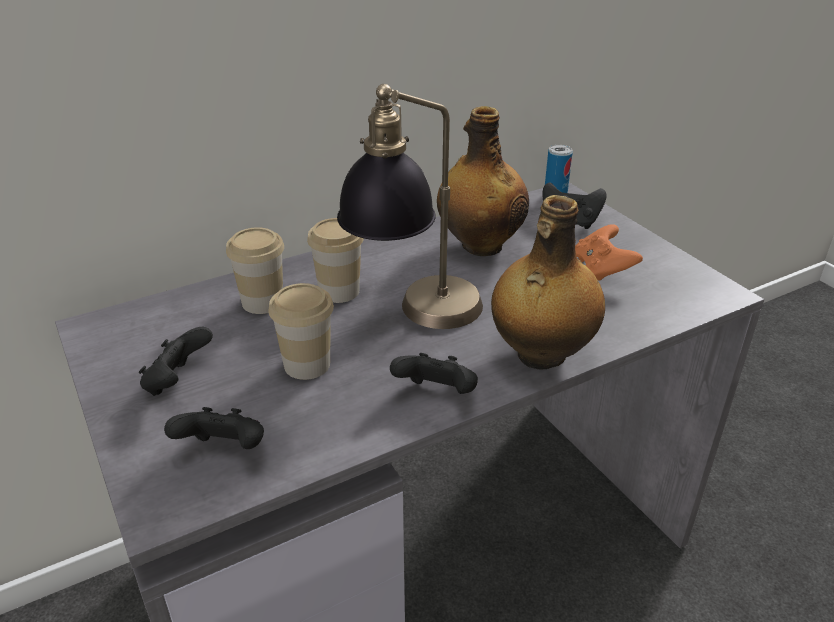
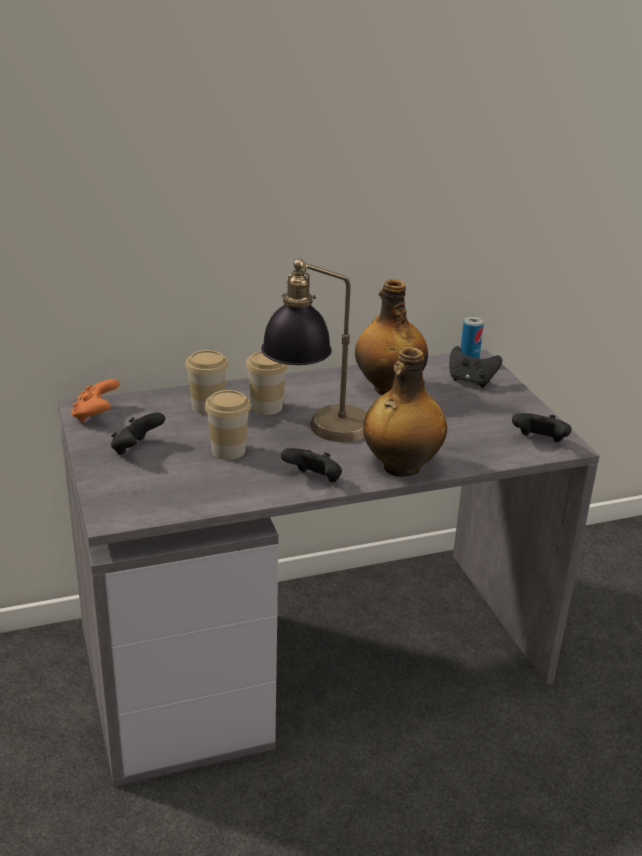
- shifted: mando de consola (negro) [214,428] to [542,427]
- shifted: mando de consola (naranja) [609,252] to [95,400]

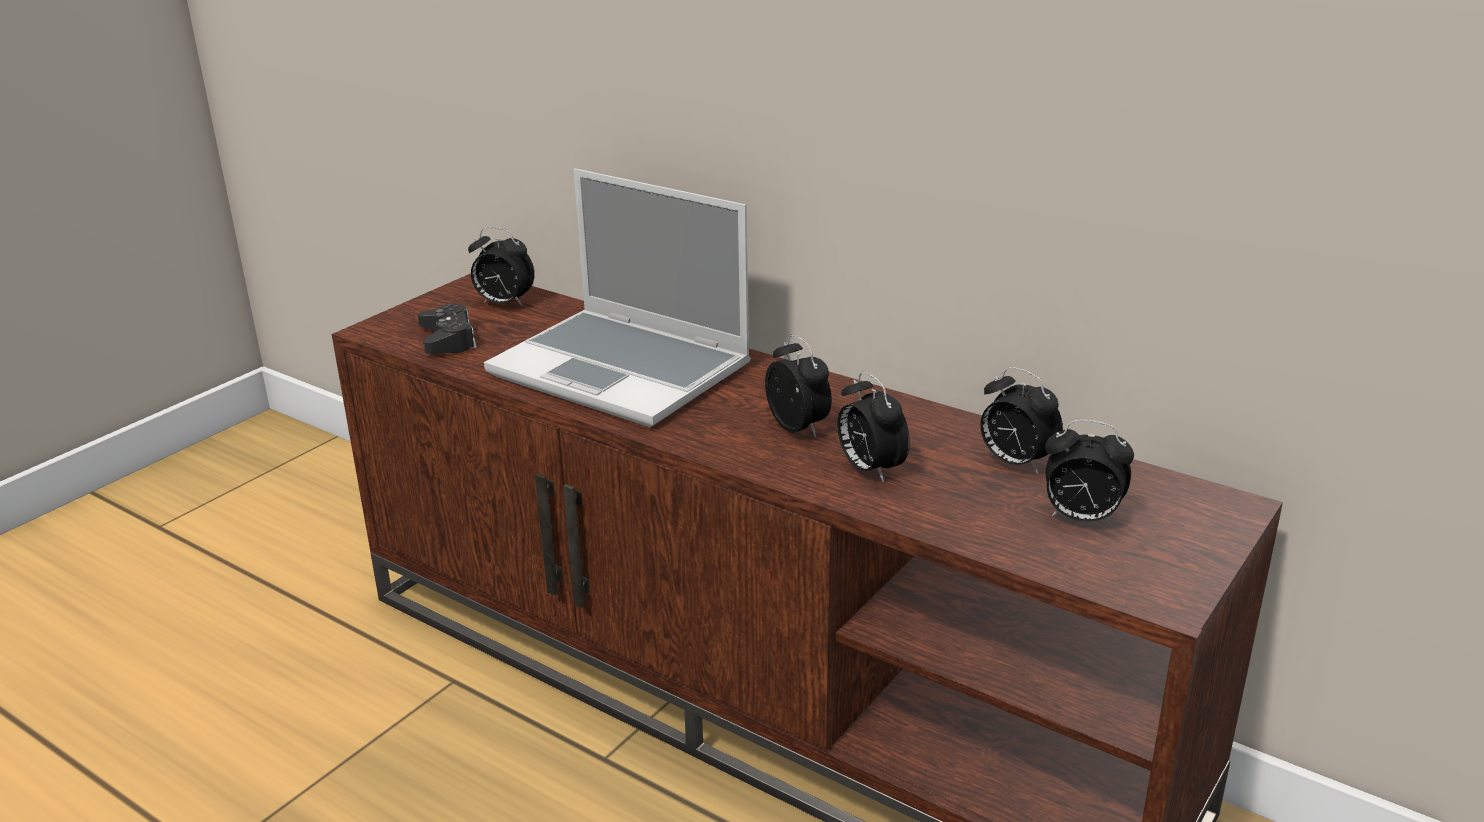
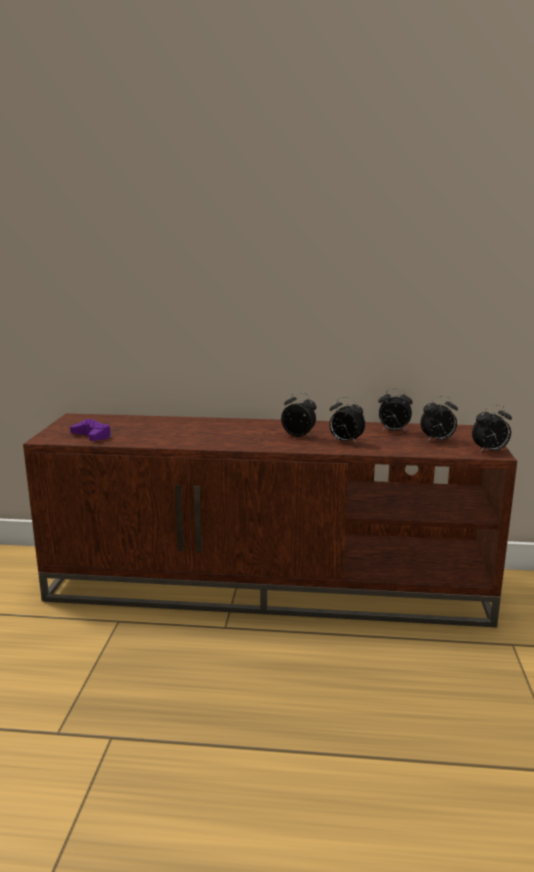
- repainted: mando de consola (negro) [447,329] to mando de consola (morado) [91,430]
- shifted: despertador [501,267] to [492,428]
- gone: portátil [617,298]

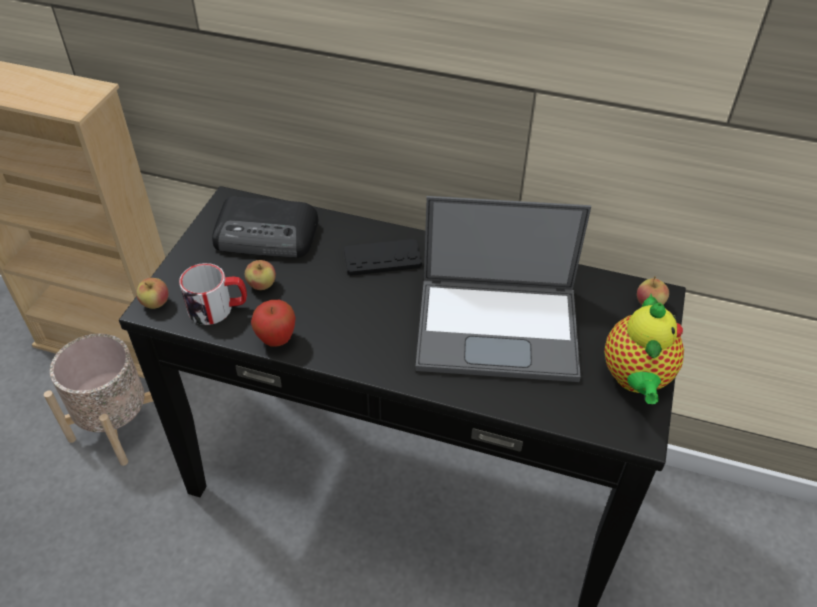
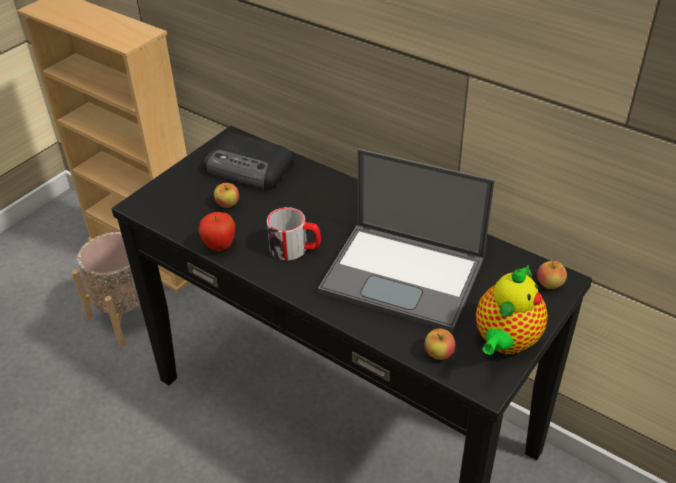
- shifted: manzana [152,293] to [440,344]
- shifted: taza grande [213,294] to [294,233]
- gone: mando de consola (negro) [383,257]

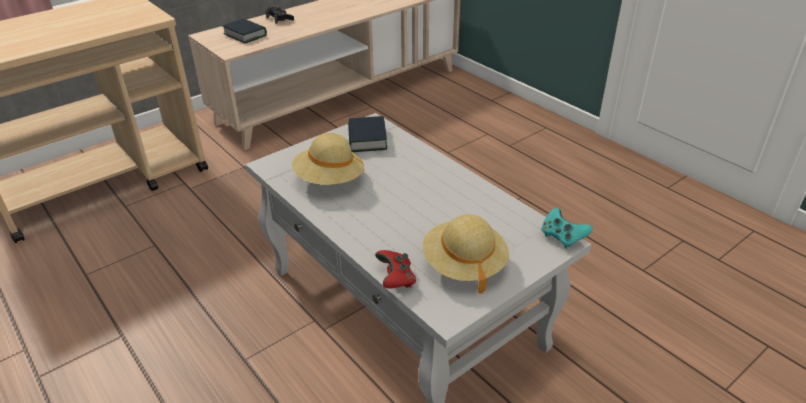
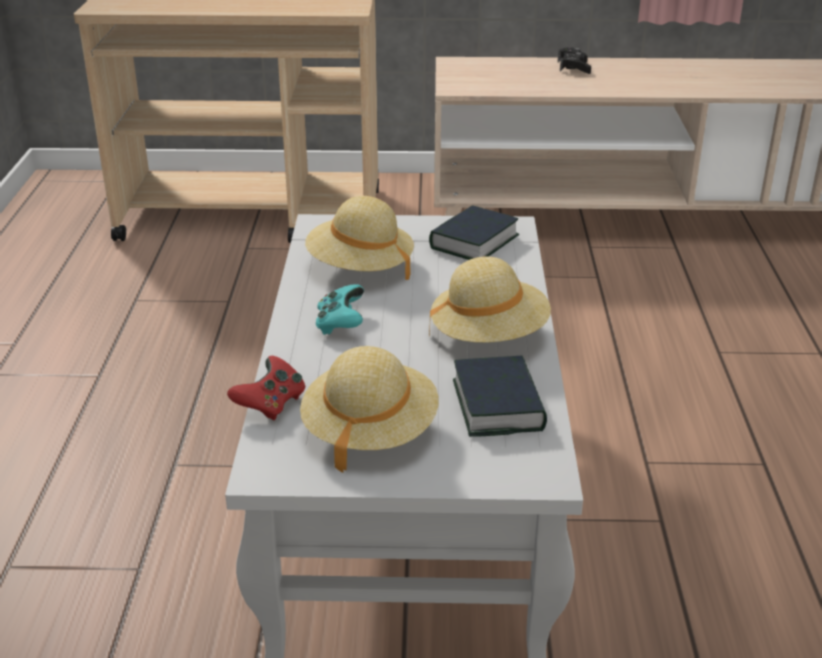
- shifted: libro [244,31] to [500,396]
- shifted: mando de consola (turquesa) [566,228] to [340,309]
- new: sombrero (beis) [490,300]

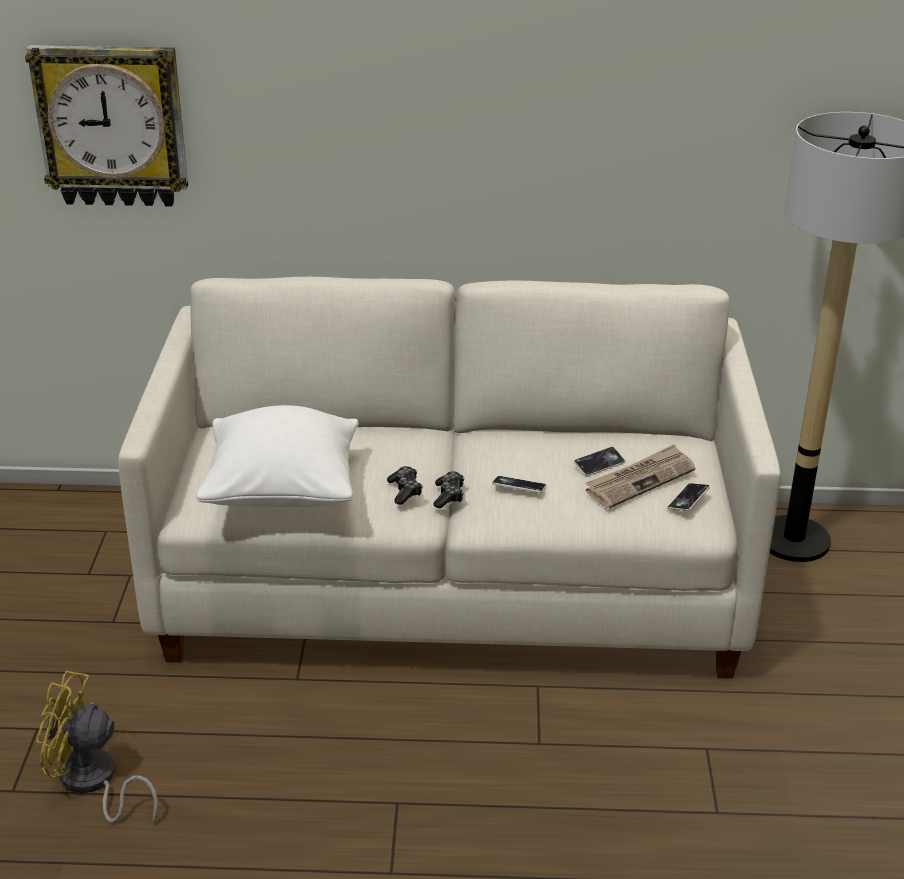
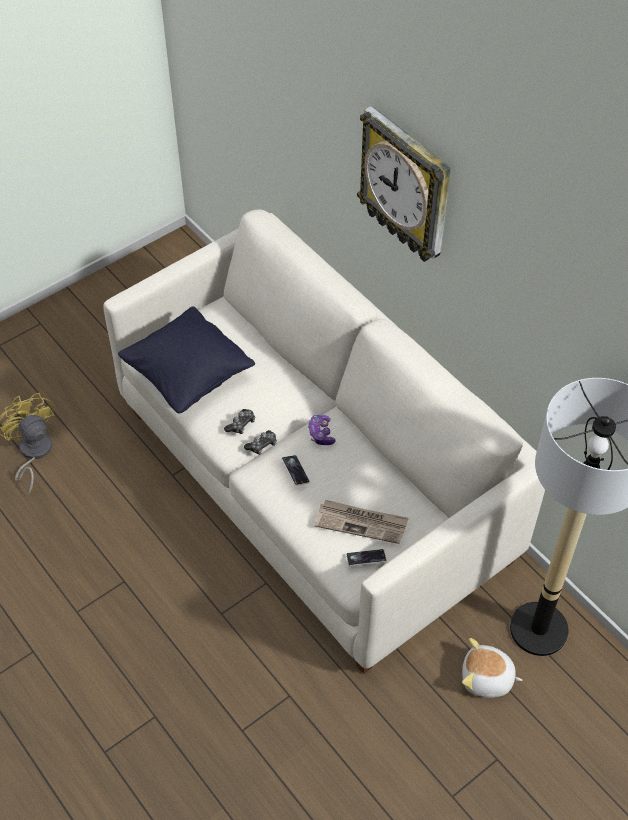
- shifted: reloj de pared [106,126] to [404,184]
- repainted: cojín (blanco) [277,456] to cojín (negro) [186,359]
- gone: móvil [599,461]
- new: mando de consola [322,430]
- new: peluche [492,668]

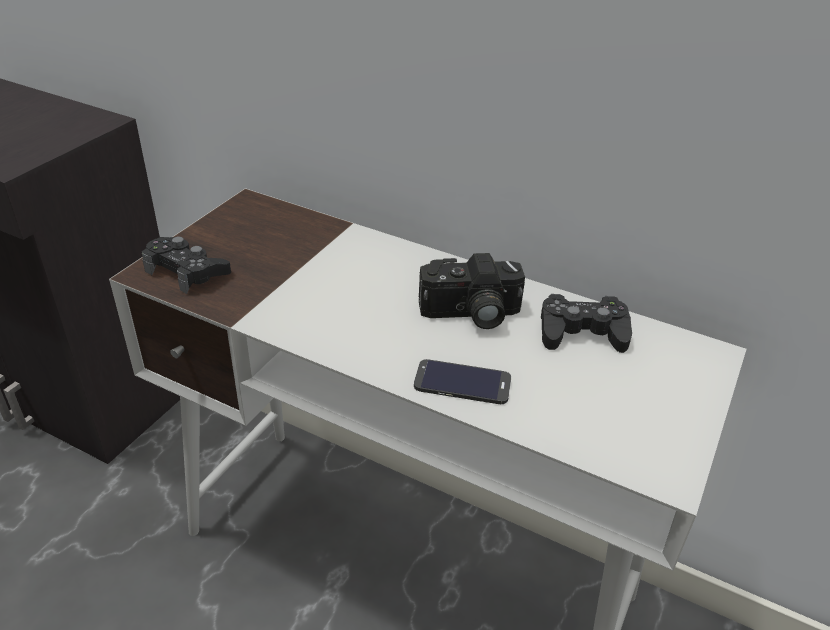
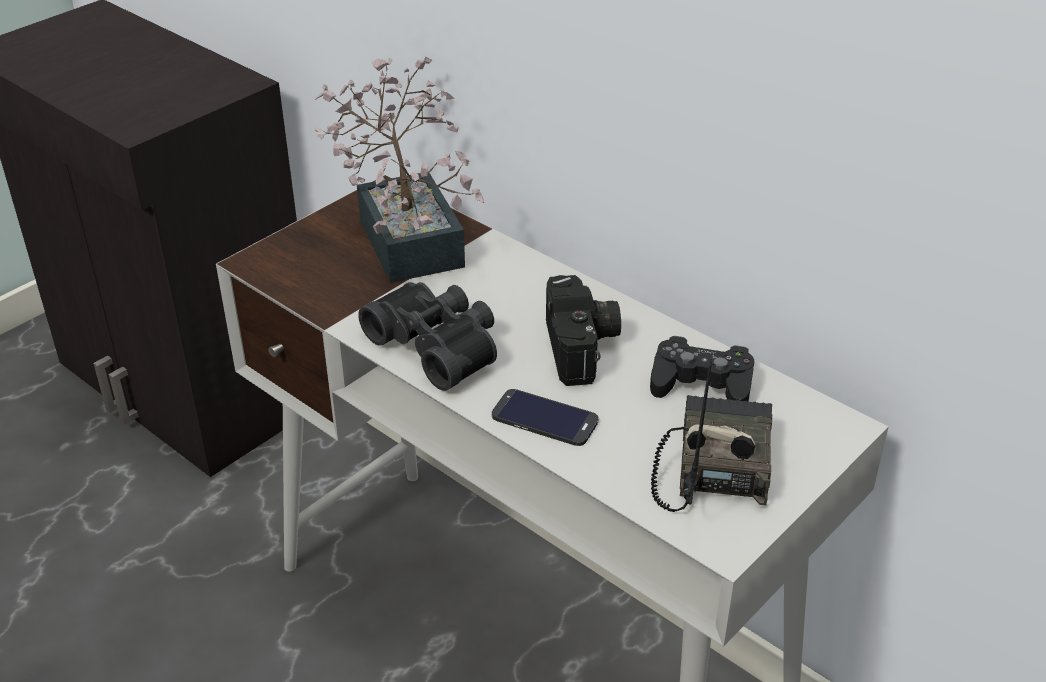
- gone: mando de consola (negro) [186,265]
- rotated: cámara [472,291] = [583,330] 105 degrees counterclockwise
- new: planta en maceta [399,170]
- new: prismáticos (negro) [427,336]
- new: radio [711,435]

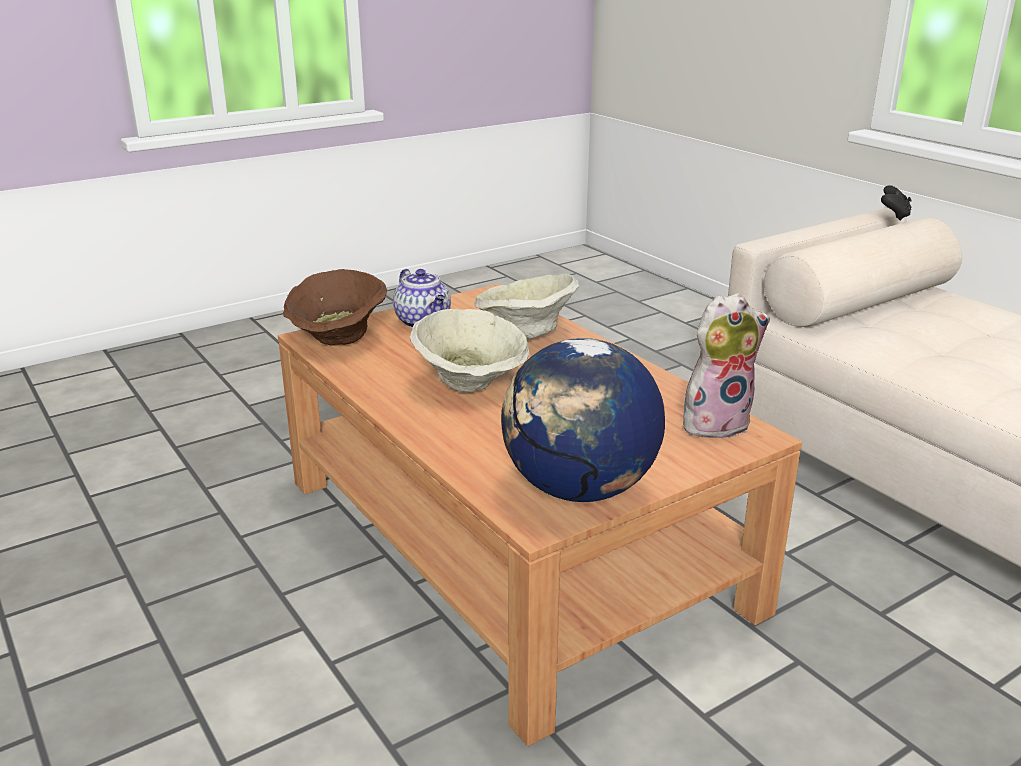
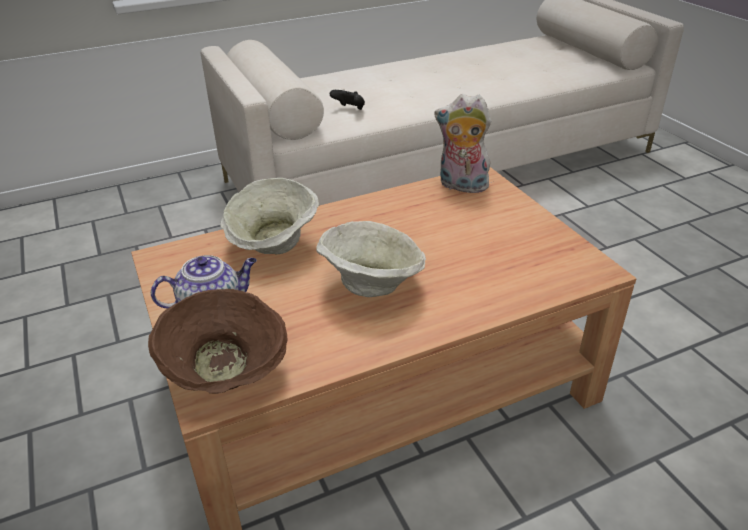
- gone: globo terráqueo [583,420]
- rotated: peluche [726,366] = [464,143] 60 degrees counterclockwise
- shifted: mando de consola (negro) [896,203] to [347,100]

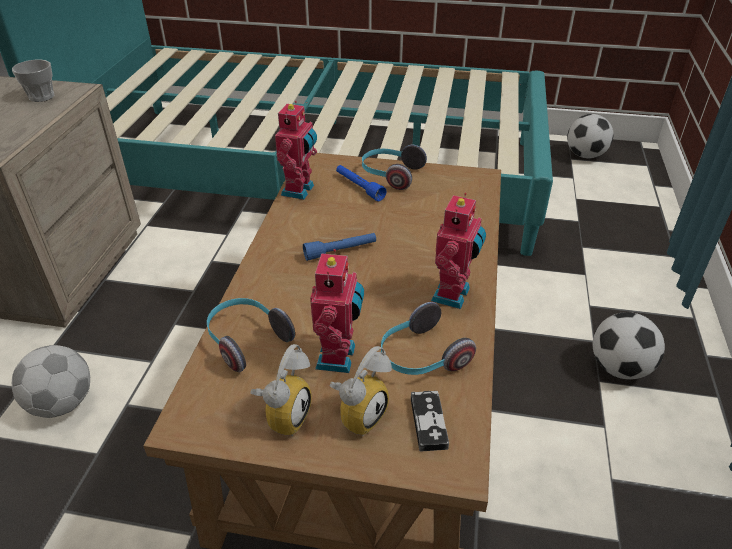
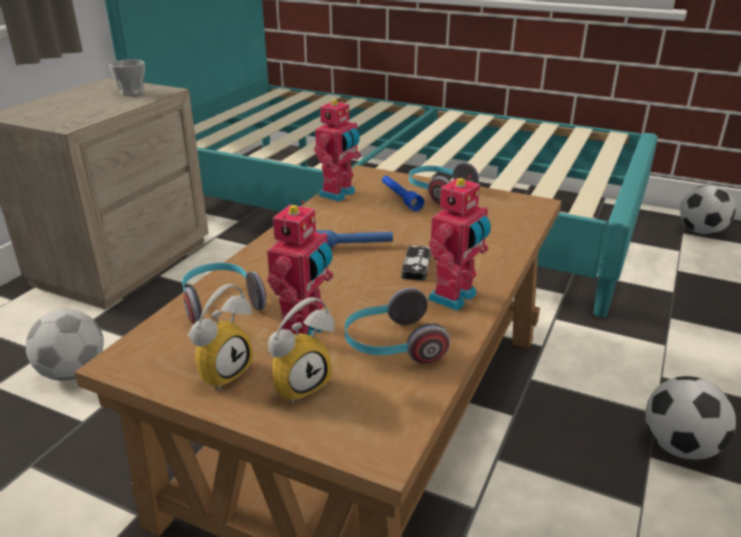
- shifted: mando de consola [430,421] to [416,263]

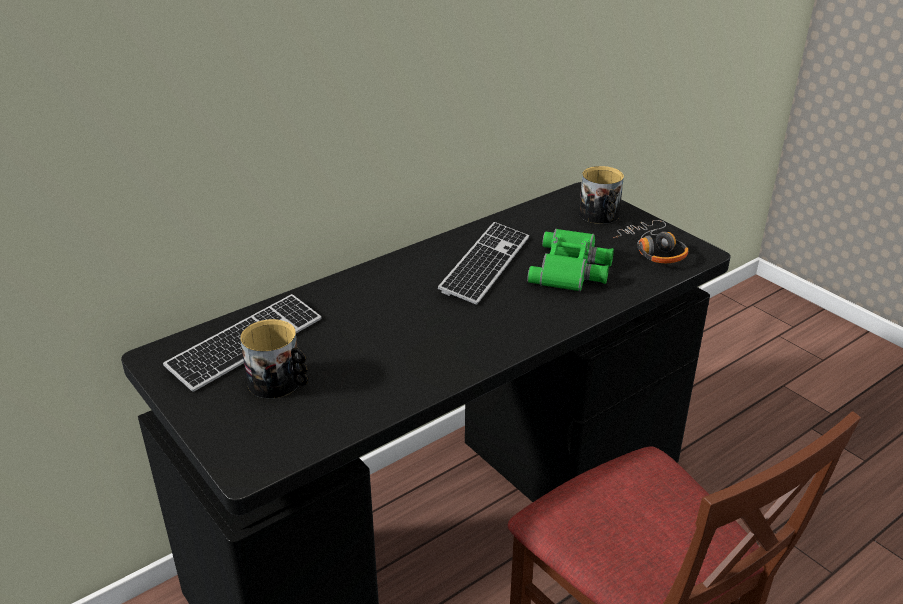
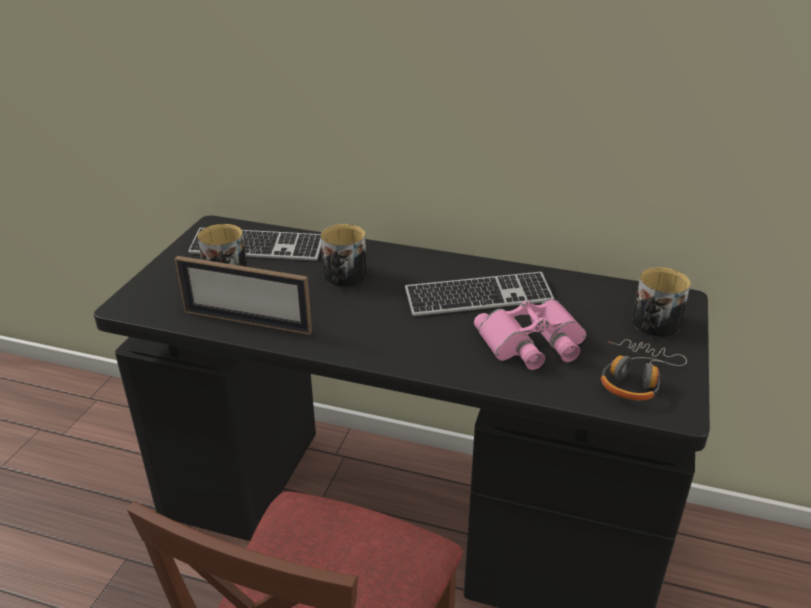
- repainted: prismáticos (verde) [570,260] to prismáticos (rosa) [530,334]
- new: portarretratos [243,295]
- new: taza grande [344,255]

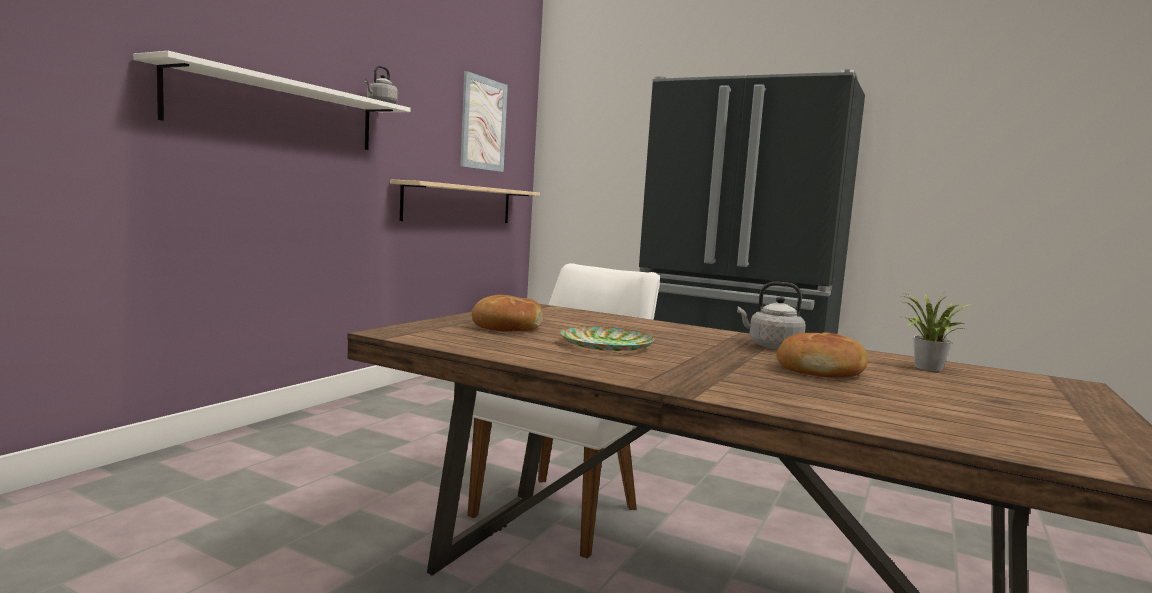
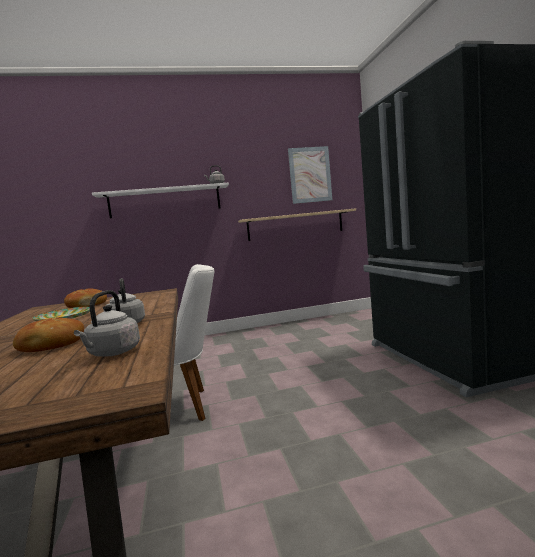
- swapped: planta en maceta [936,332] to hervidor (gris) [107,323]

